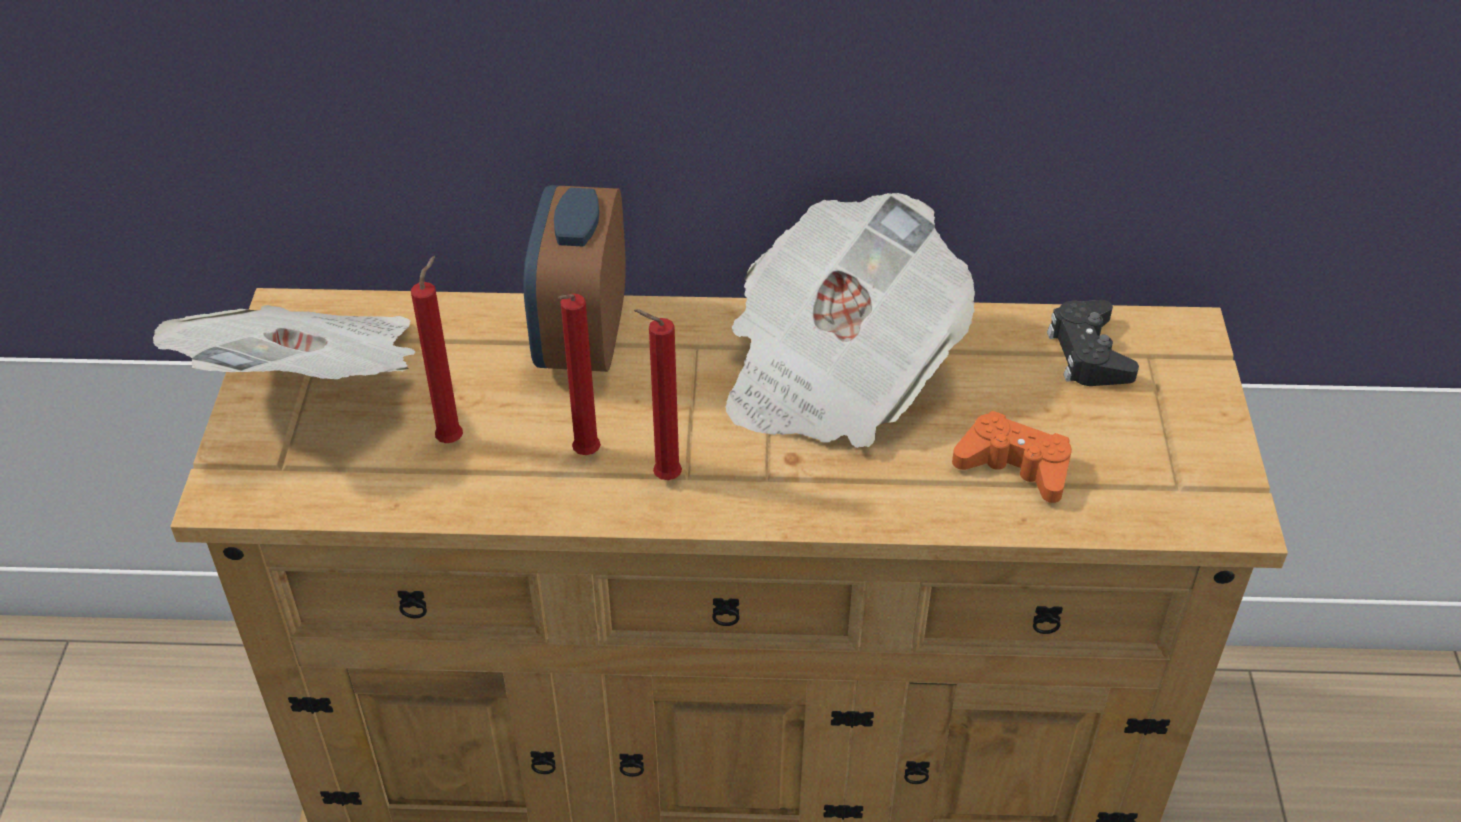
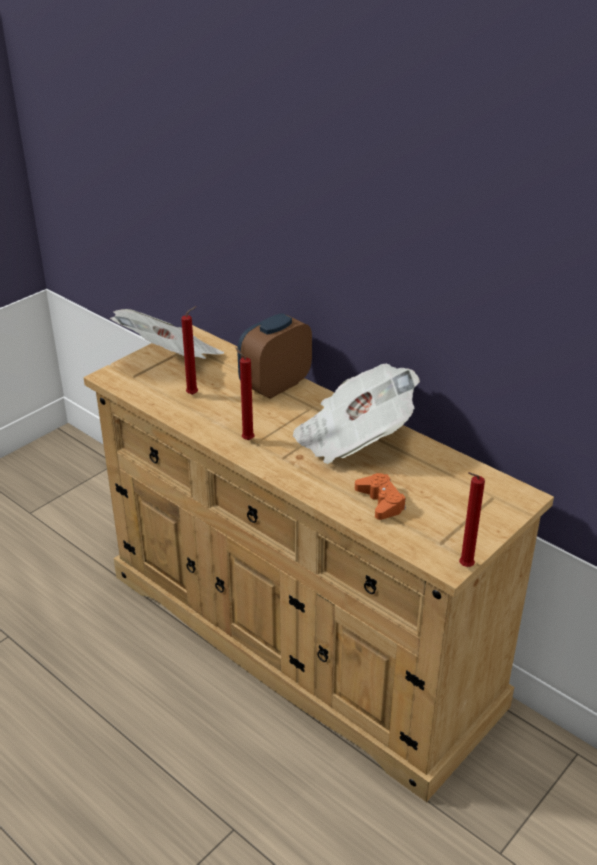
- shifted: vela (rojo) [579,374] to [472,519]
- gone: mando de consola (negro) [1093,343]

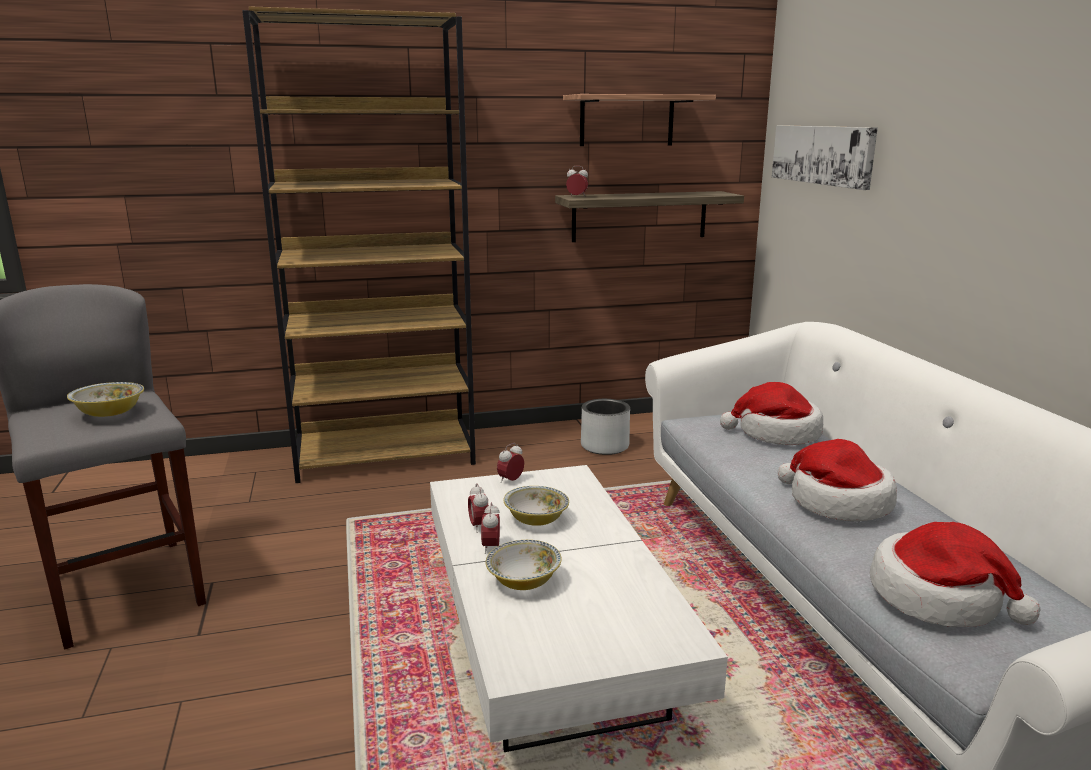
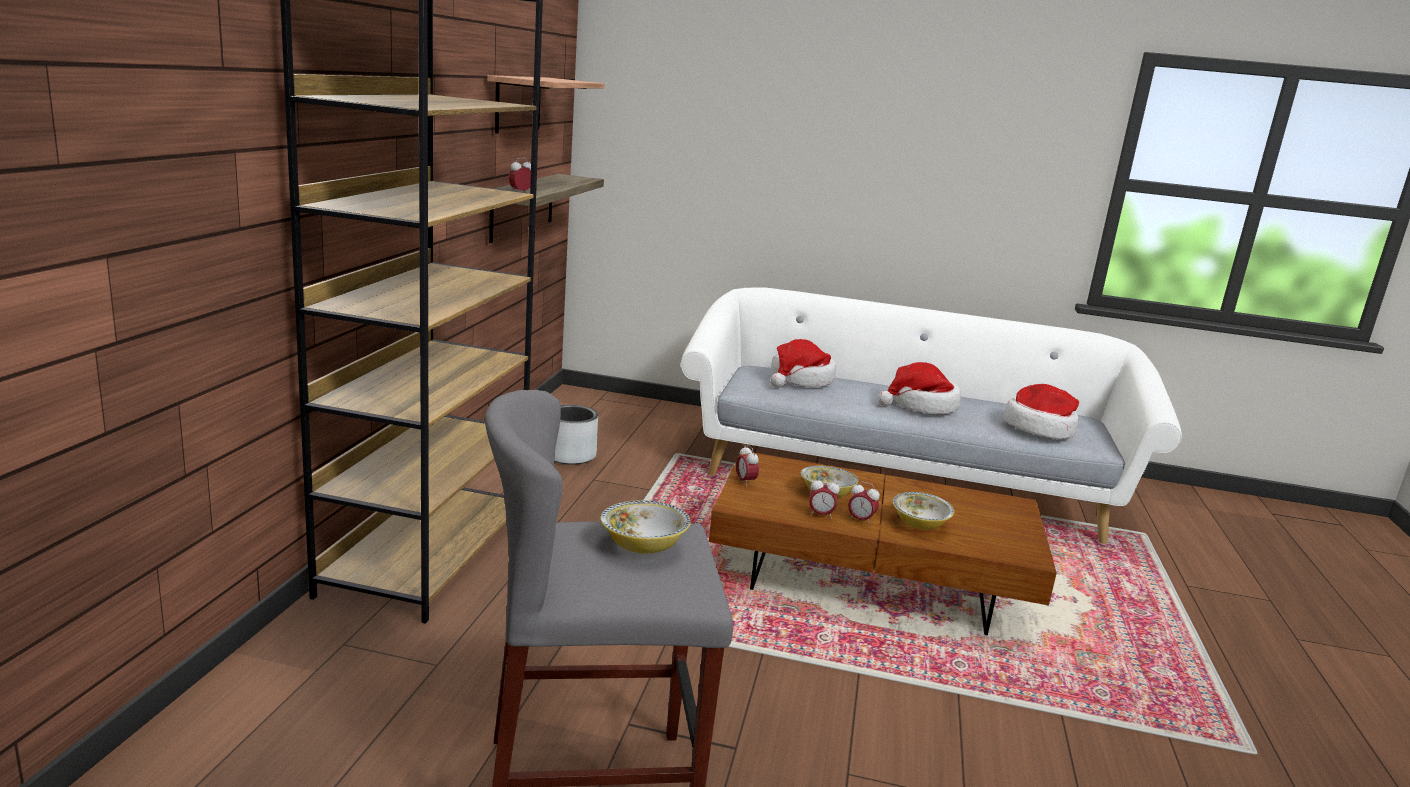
- repainted: mesa de centro (blanco) [579,608] to mesa de centro (marrón) [883,543]
- gone: cuadro [825,157]

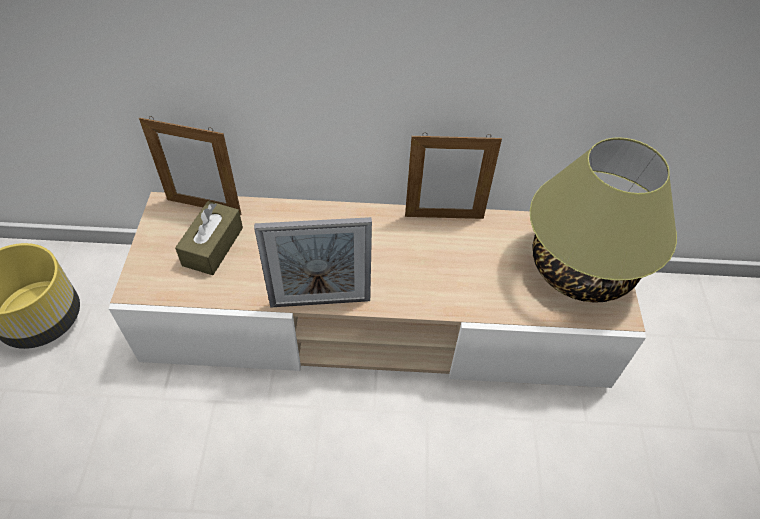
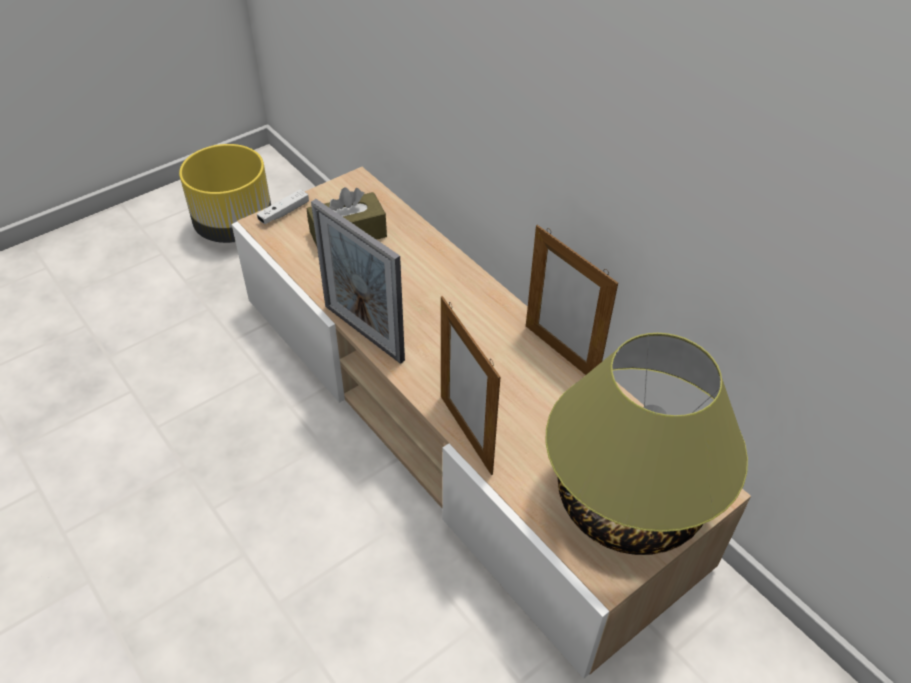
- shifted: portarretratos [190,165] to [470,385]
- new: mando de consola (blanco) [283,206]

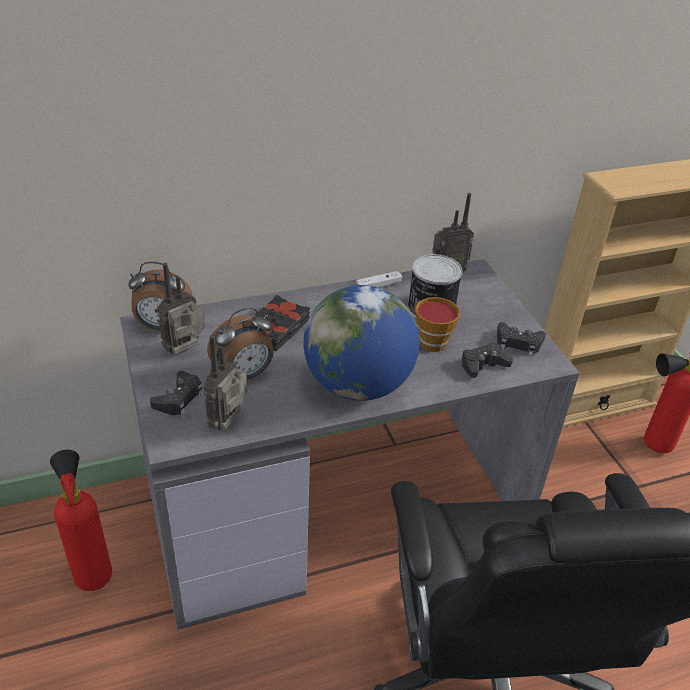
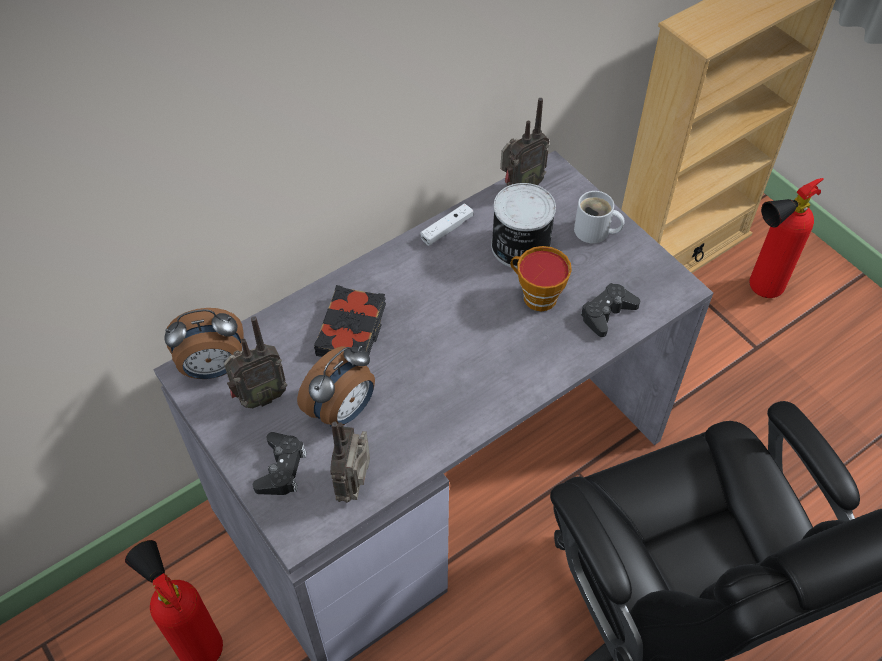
- rotated: radio [181,308] = [255,362] 150 degrees counterclockwise
- gone: globo terráqueo [361,343]
- gone: mando de consola (negro) [521,339]
- new: taza grande (blanco) [599,217]

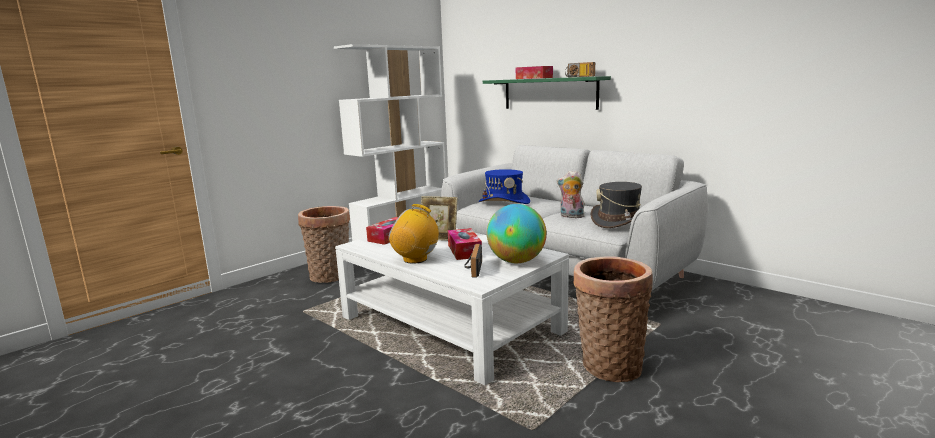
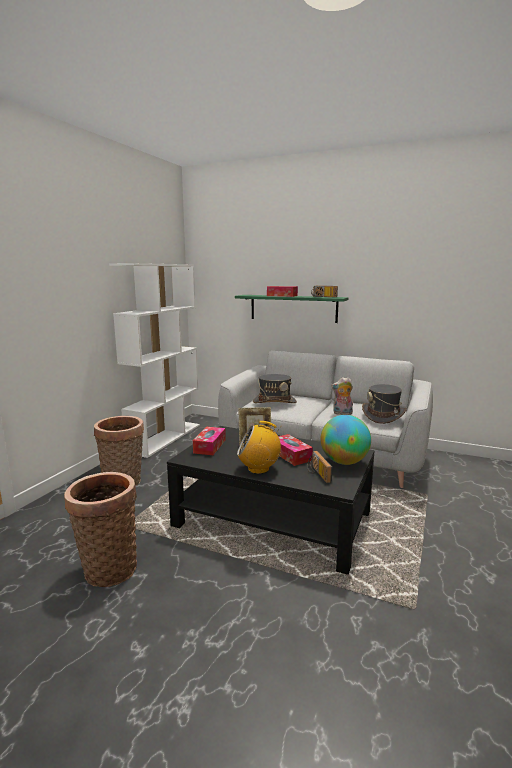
- repainted: mesa de centro (blanco) [452,307] to mesa de centro (negro) [271,500]
- repainted: sombrero (azul) [504,186] to sombrero (gris) [275,388]
- shifted: cesta [613,319] to [100,529]

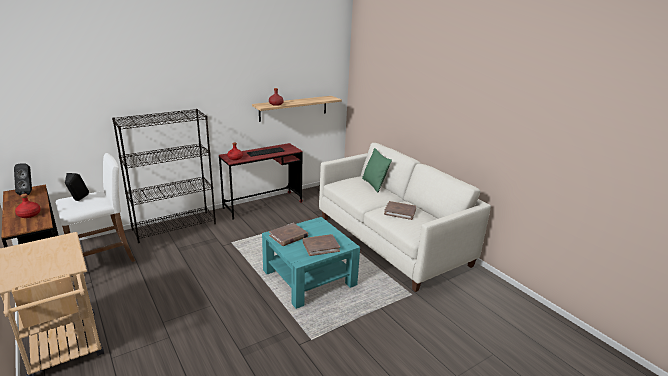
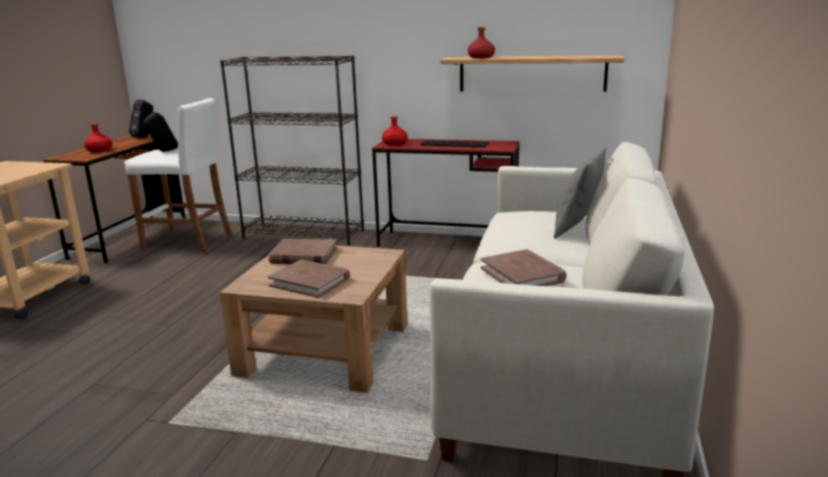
- repainted: mesa de centro (turquesa) [311,263] to mesa de centro (marrón) [314,319]
- repainted: cojín (verde) [377,170] to cojín (gris) [580,193]

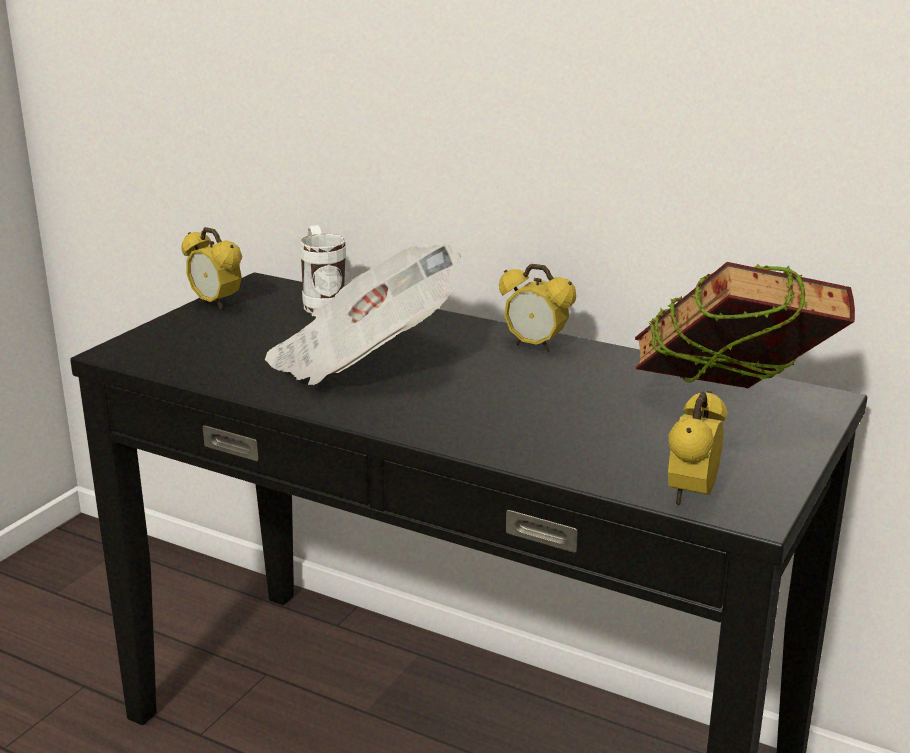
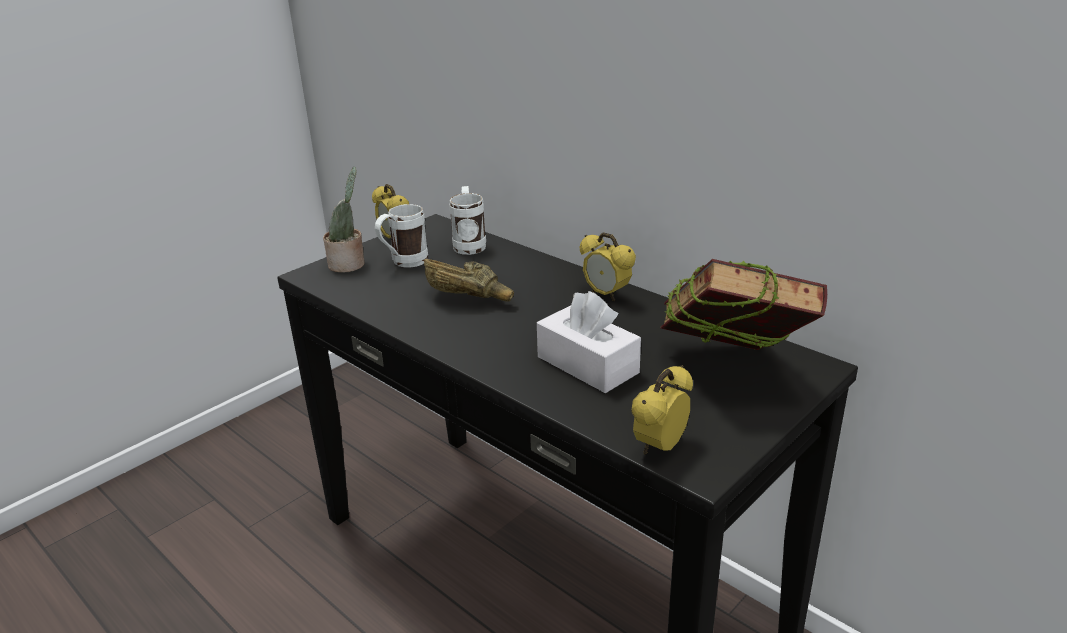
- swapped: periódico [363,315] to cuenco (marrón) [469,280]
- new: planta en maceta [344,220]
- new: taza grande (blanco) [401,236]
- new: caja de pañuelos (blanco) [589,342]

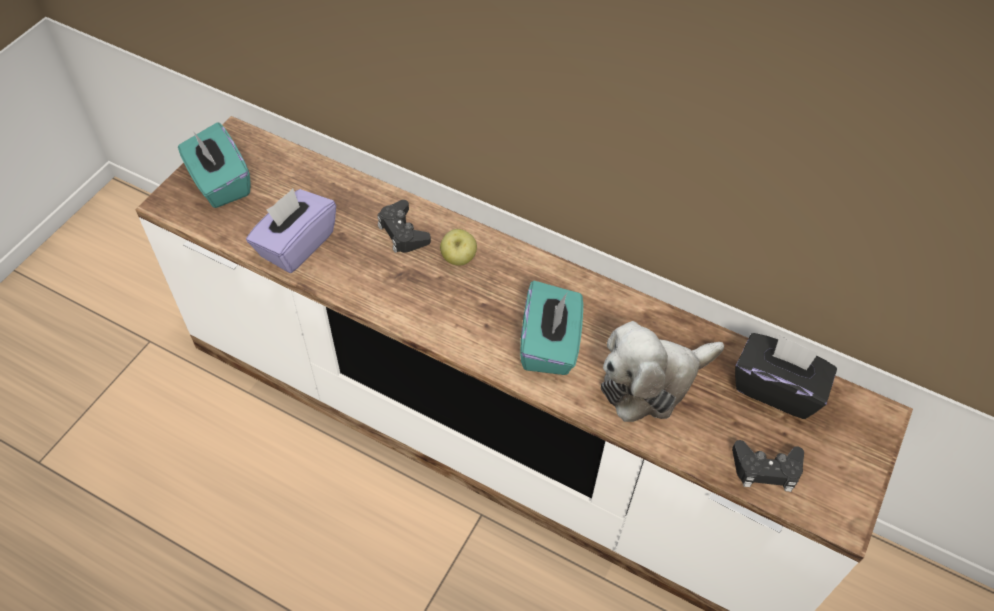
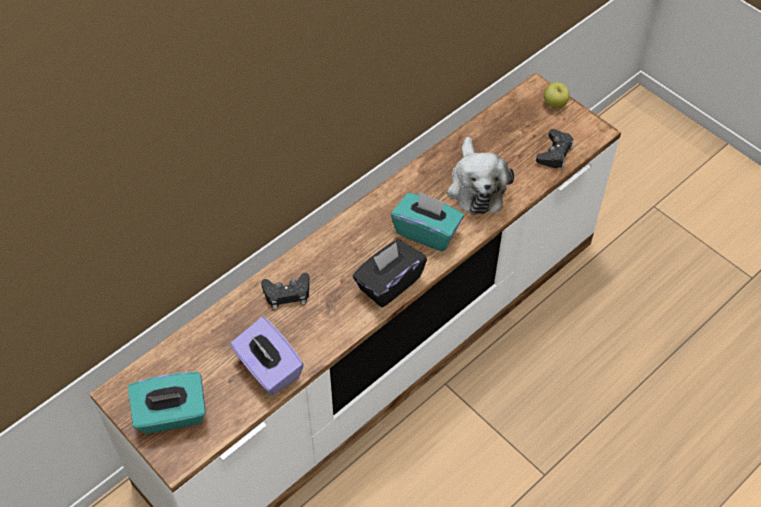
- shifted: manzana [458,247] to [557,95]
- shifted: caja de pañuelos (negro) [786,376] to [390,273]

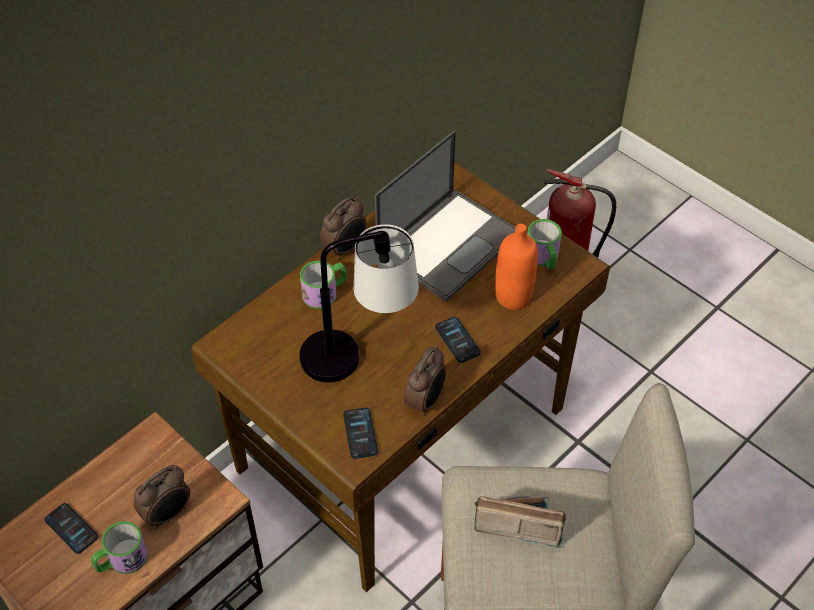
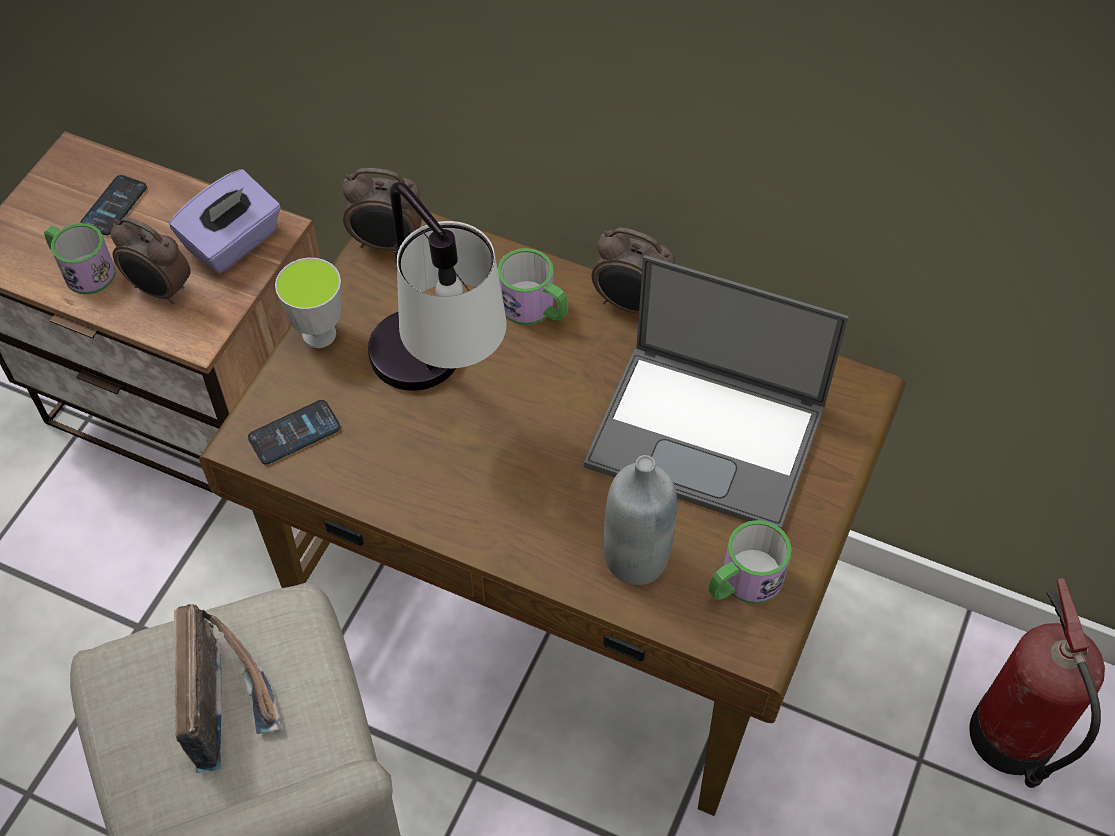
- shifted: despertador [425,381] to [382,209]
- gone: móvil [458,340]
- repainted: botella (naranja) [516,267] to botella (gris) [640,520]
- new: caja de pañuelos (morado) [225,221]
- new: taza [308,303]

